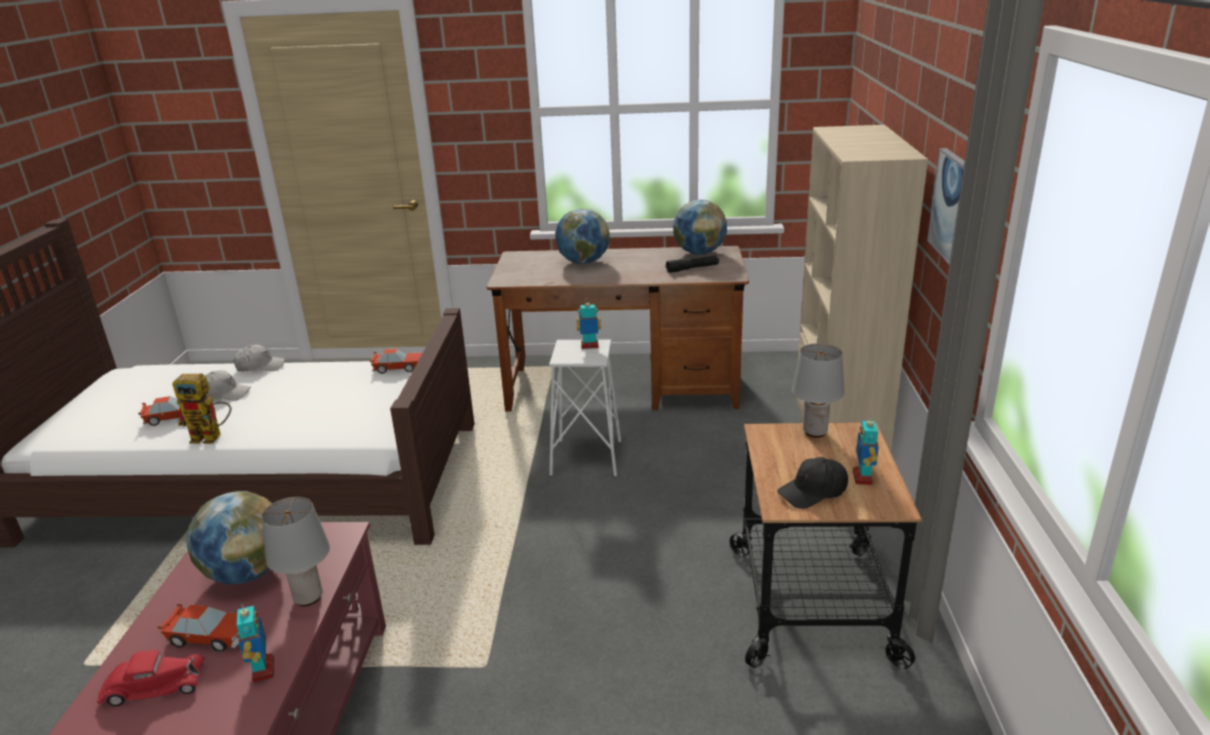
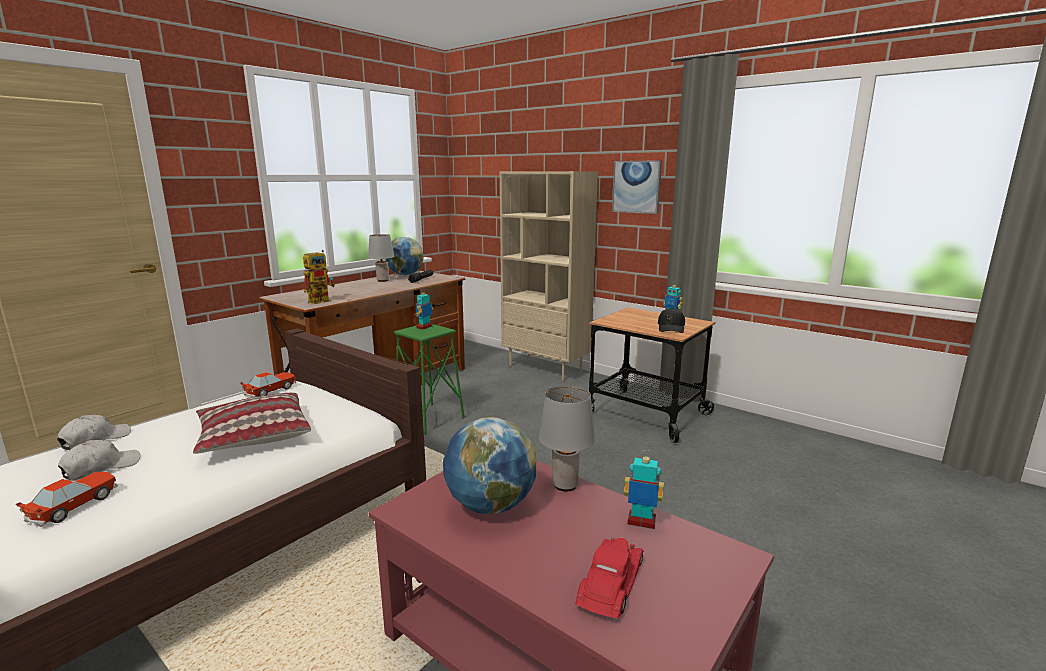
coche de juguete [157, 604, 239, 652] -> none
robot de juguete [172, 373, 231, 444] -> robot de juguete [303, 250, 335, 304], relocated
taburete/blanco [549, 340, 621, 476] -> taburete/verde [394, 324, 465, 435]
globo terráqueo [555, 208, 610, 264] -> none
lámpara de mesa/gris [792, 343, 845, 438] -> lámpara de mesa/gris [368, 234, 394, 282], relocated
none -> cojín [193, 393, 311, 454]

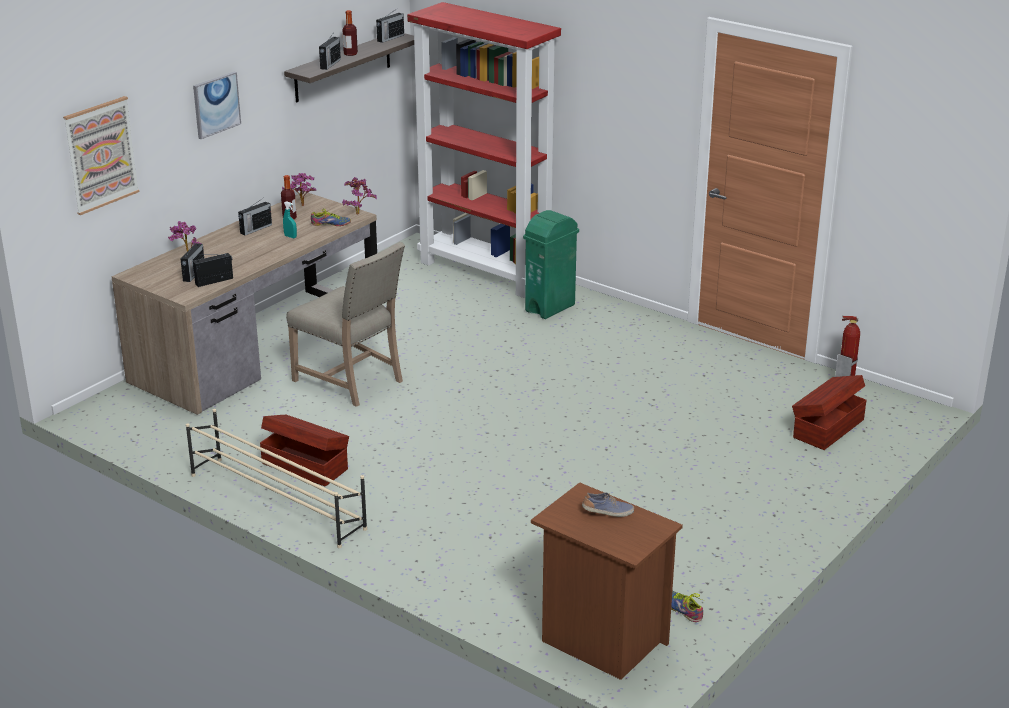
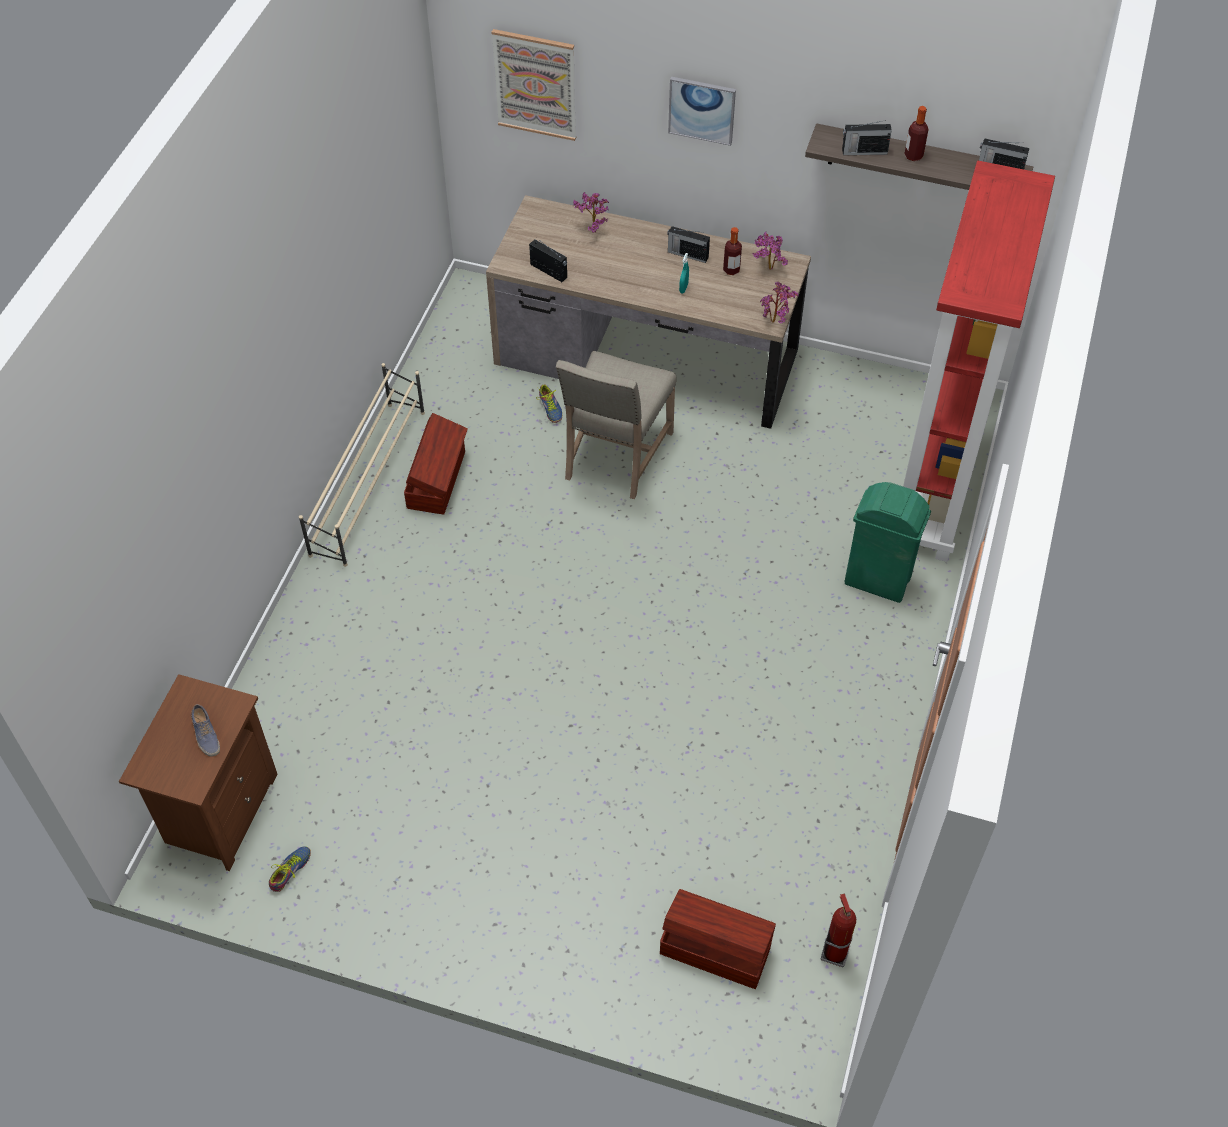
radio [180, 239, 204, 282] -> none
zapato [311, 209, 351, 226] -> zapato [536, 385, 562, 423], relocated

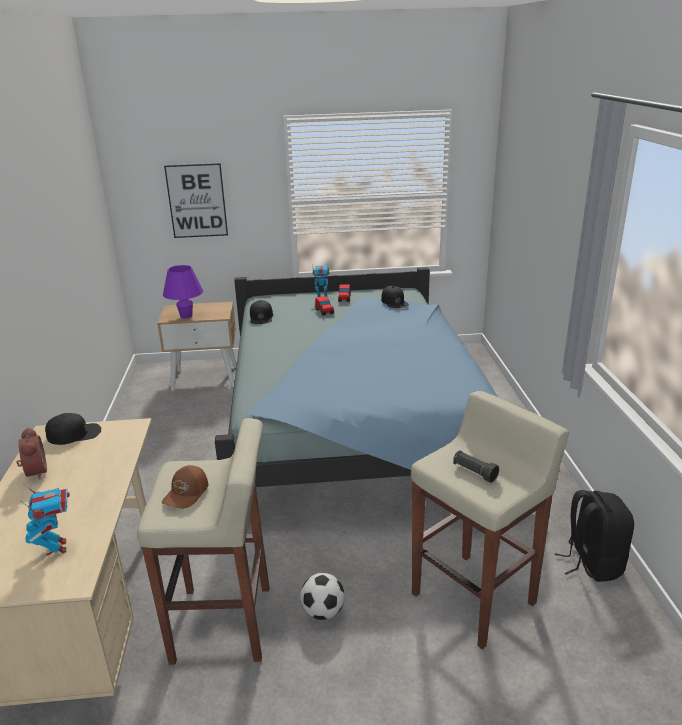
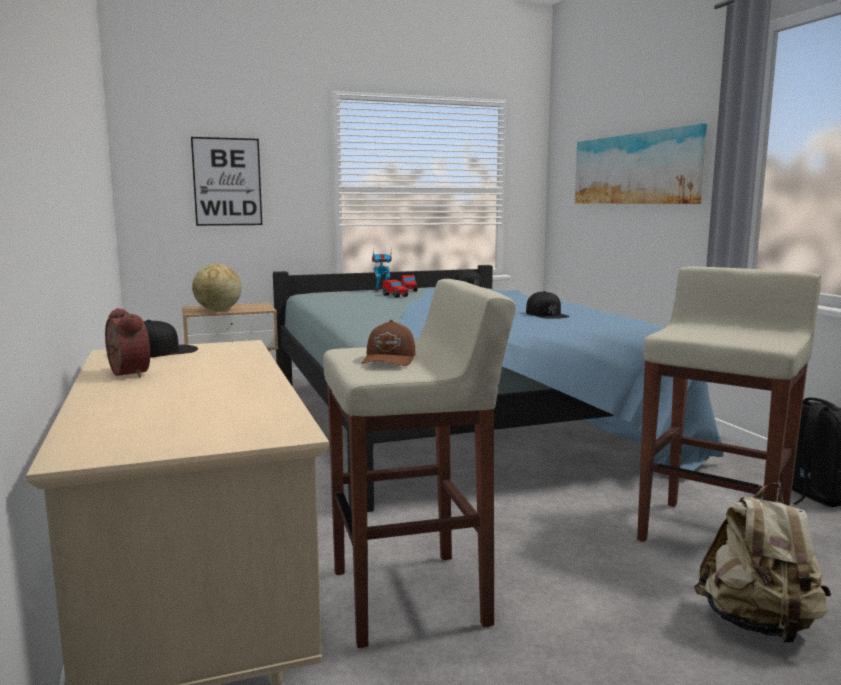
robot de juguete [21, 483, 70, 555] -> none
lámpara de mesa/morado [163, 265, 203, 319] -> globo terráqueo [192, 264, 242, 311]
gorra/negro [250, 300, 273, 324] -> gorra/negro [526, 291, 569, 319], relocated
balón de fútbol [300, 573, 345, 620] -> none
linterna/negro [453, 451, 499, 483] -> none
none -> cuadro [575, 123, 707, 204]
none -> mochila/beis [694, 483, 831, 643]

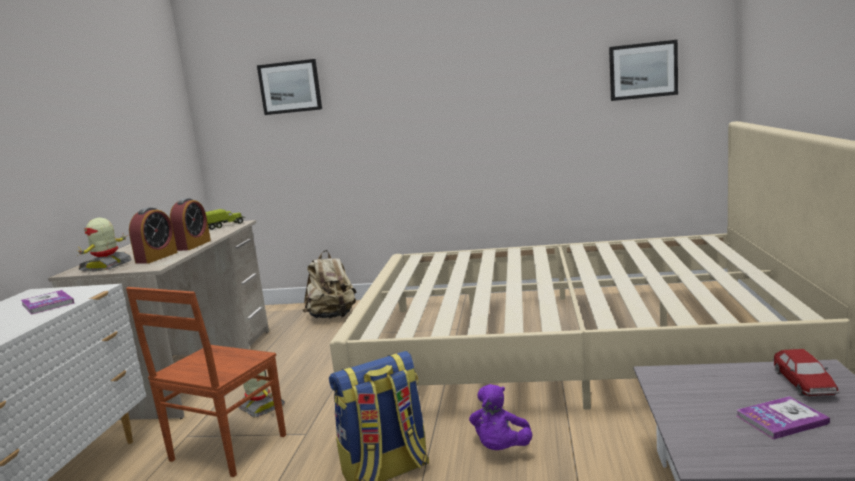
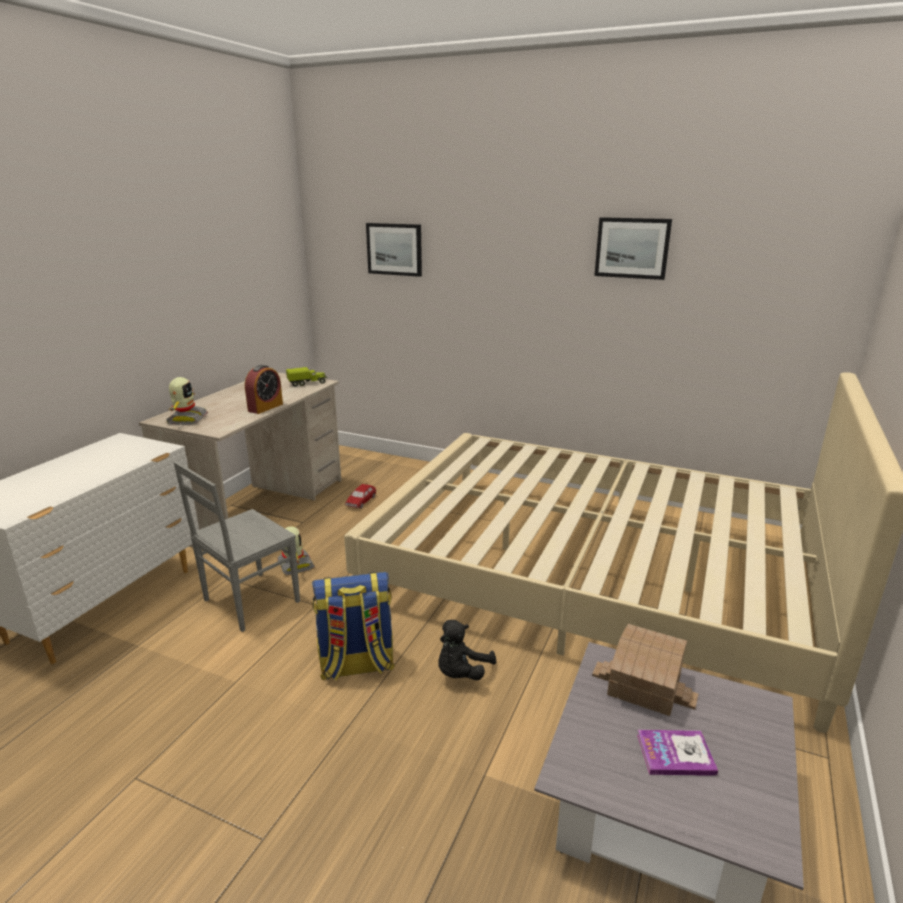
libro [21, 290, 74, 315] -> none
robot de juguete [77, 218, 132, 271] -> robot de juguete [166, 377, 208, 425], 150 degrees clockwise
silla/marrón [126, 287, 286, 477] -> silla/gris [173, 461, 300, 632]
despertador [129, 207, 178, 264] -> none
mochila/beis [303, 250, 357, 318] -> none
peluche/morado [469, 384, 532, 450] -> peluche/negro [438, 620, 496, 680]
cuadro [609, 40, 678, 101] -> cuadro [594, 217, 672, 280], relocated
coche de juguete [772, 347, 840, 396] -> coche de juguete [345, 484, 377, 508], relocated
none -> casita [592, 624, 699, 716]

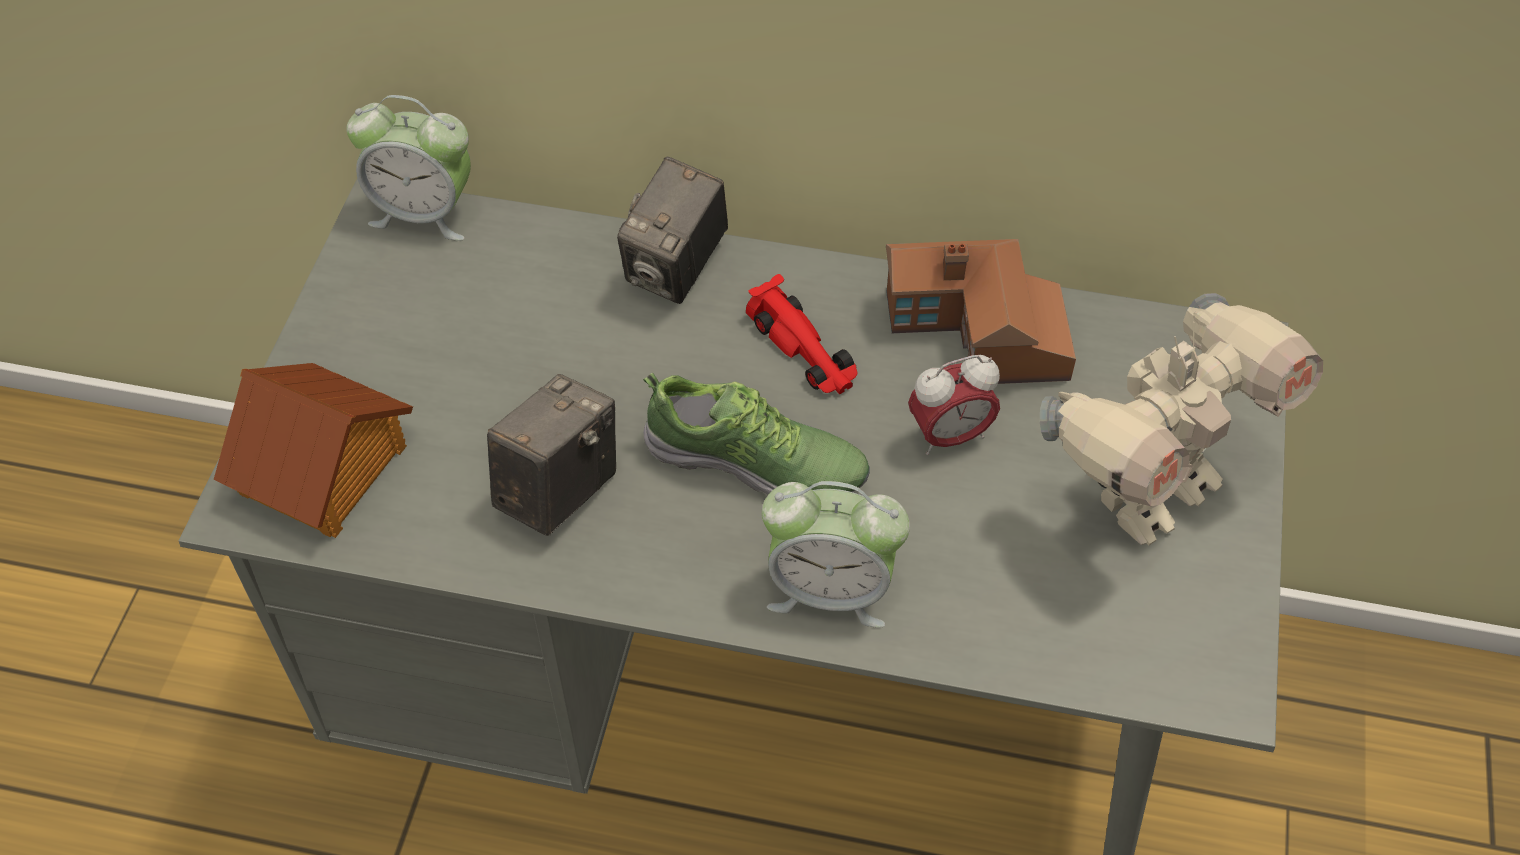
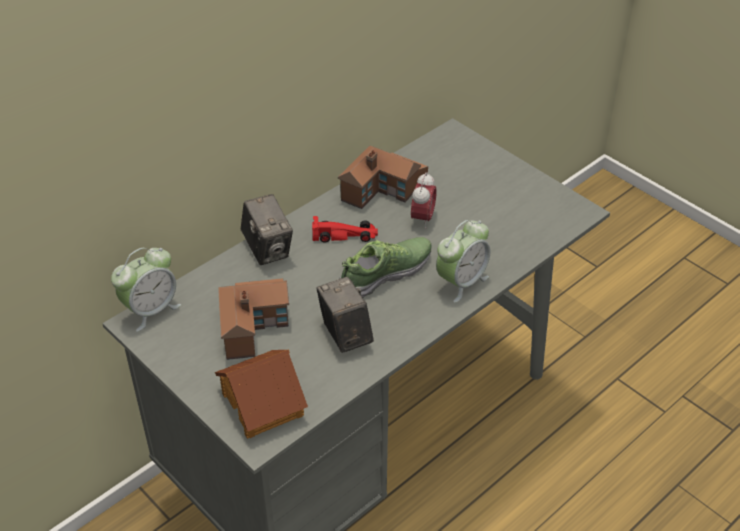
robot de juguete [1040, 293, 1323, 545] -> none
none -> casita [218, 278, 289, 360]

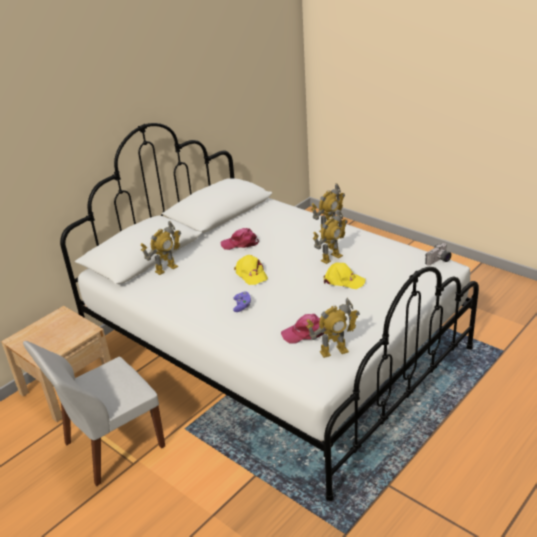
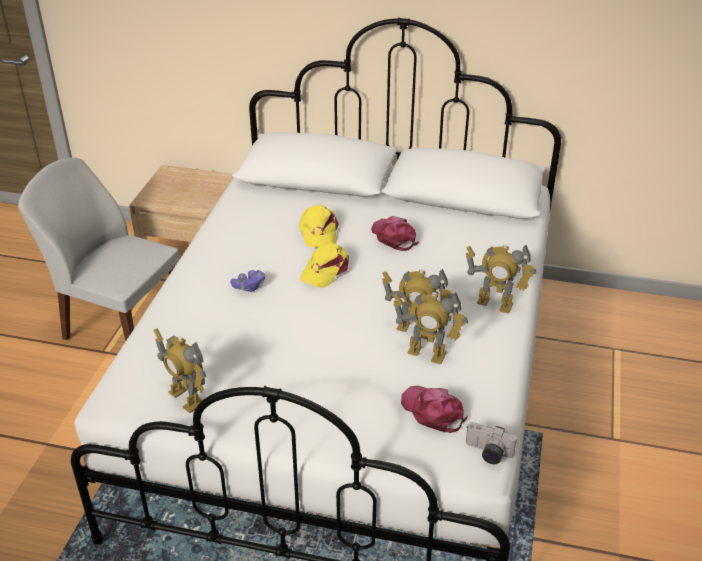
robot de juguete [141, 221, 181, 275] -> robot de juguete [393, 292, 468, 364], relocated
gorra/rosa [281, 314, 327, 343] -> gorra/rosa [401, 385, 468, 433], relocated
gorra/amarillo [324, 262, 366, 289] -> gorra/amarillo [299, 205, 339, 247], relocated

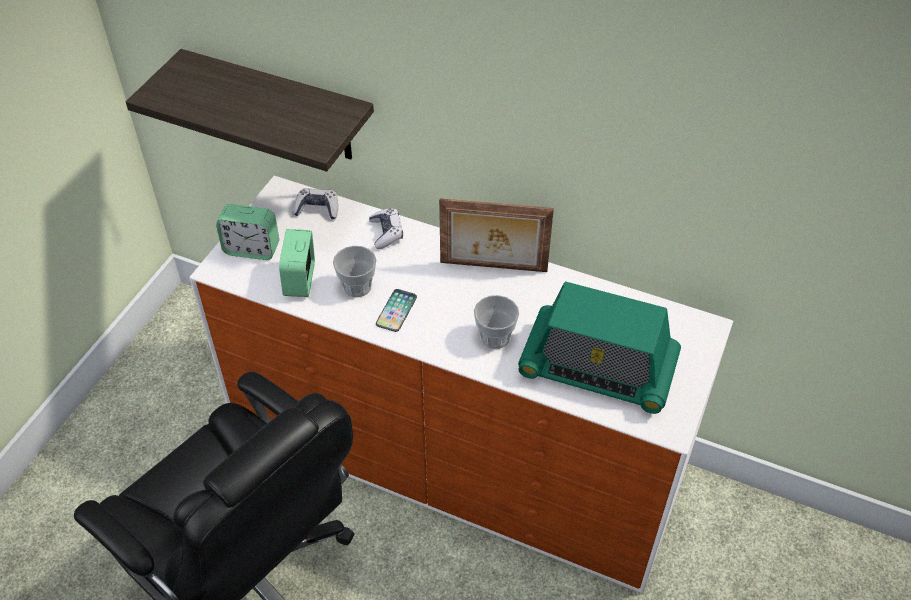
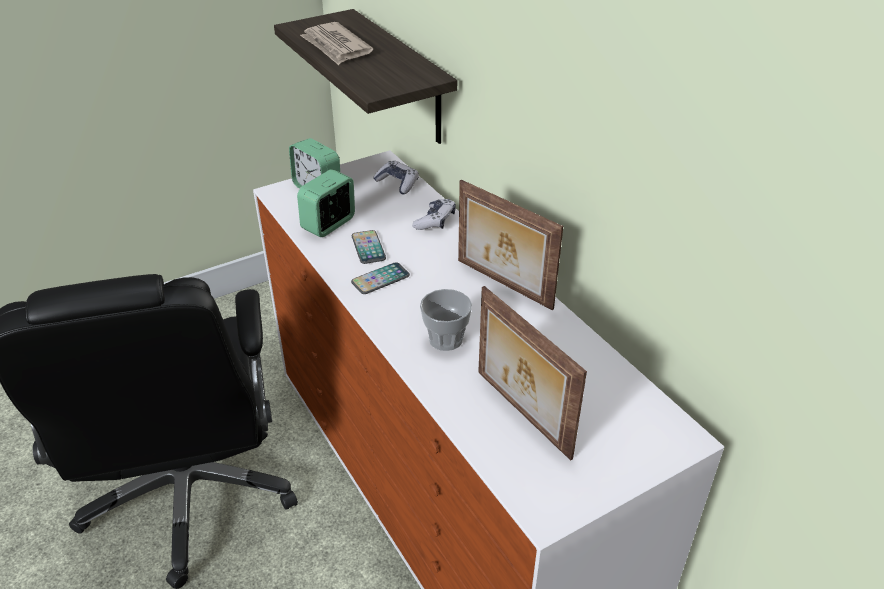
taza [333, 246, 376, 297] -> móvil [352, 230, 386, 264]
radio [518, 281, 681, 414] -> portarretratos [478, 286, 587, 461]
none -> periódico [300, 22, 373, 65]

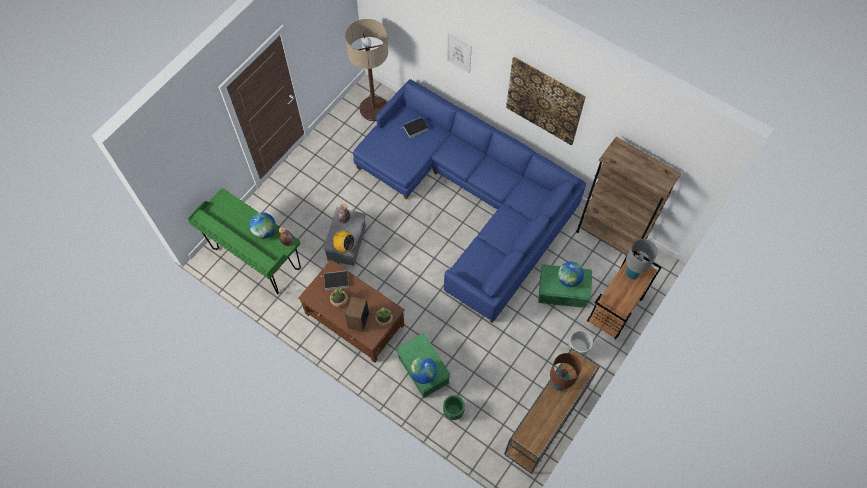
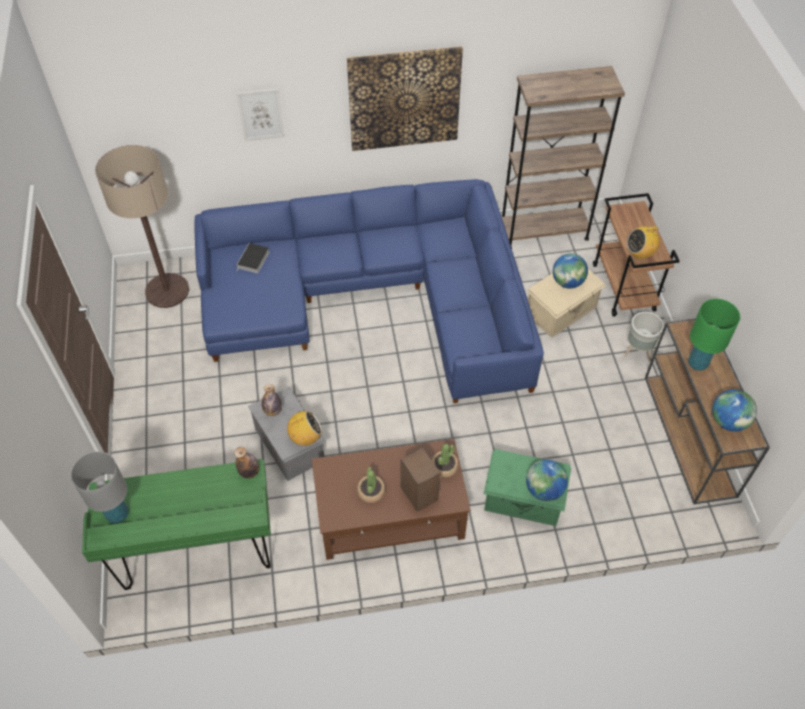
globo terráqueo [249, 212, 276, 239] -> globo terráqueo [712, 389, 757, 432], relocated
libro [320, 271, 349, 290] -> none
maceta/verde [443, 395, 465, 420] -> none
caja de almacenaje/verde [538, 264, 592, 308] -> caja de almacenaje/beis [528, 269, 606, 338]
lámpara de mesa/marrón [550, 353, 582, 391] -> lámpara de mesa/verde [688, 299, 740, 371]
lámpara de mesa/gris [626, 239, 658, 279] -> lámpara de mesa/gris [71, 451, 129, 523], relocated
none -> radio [627, 223, 660, 260]

